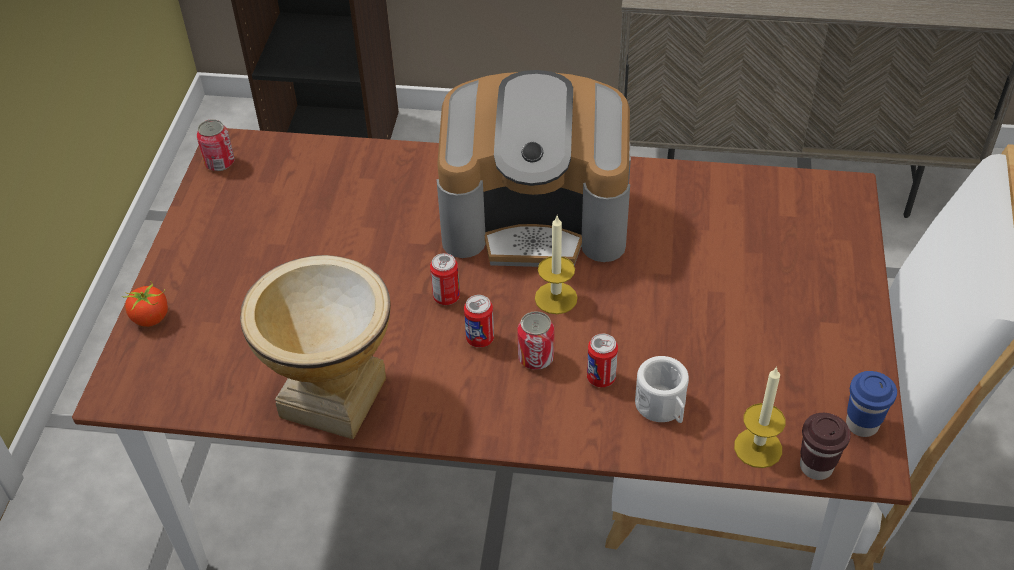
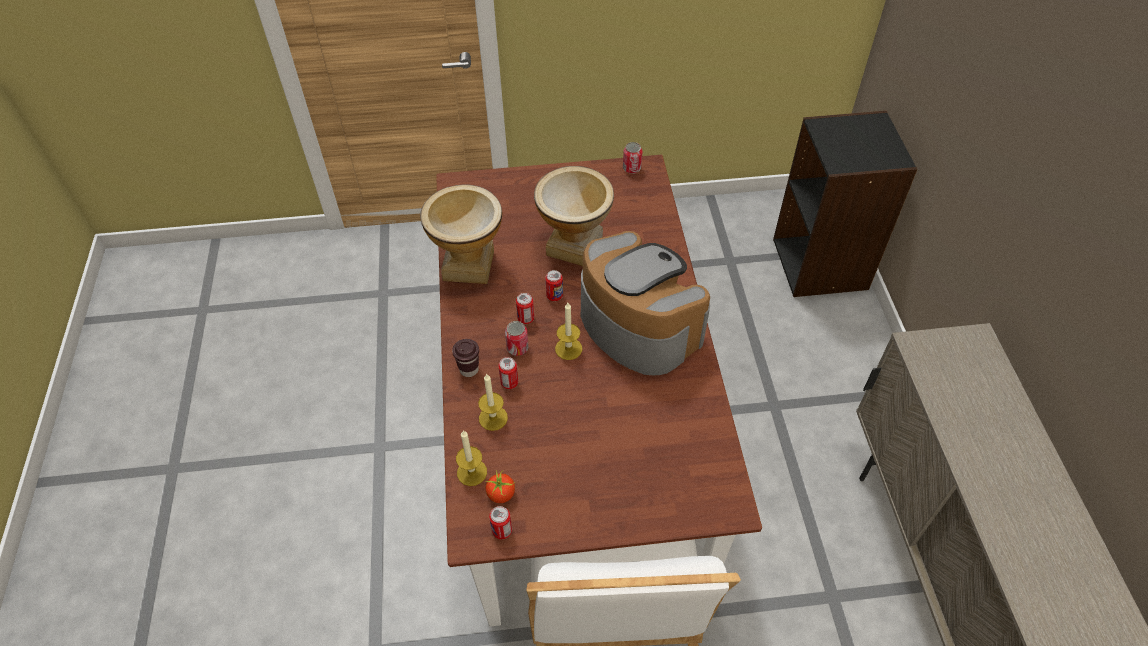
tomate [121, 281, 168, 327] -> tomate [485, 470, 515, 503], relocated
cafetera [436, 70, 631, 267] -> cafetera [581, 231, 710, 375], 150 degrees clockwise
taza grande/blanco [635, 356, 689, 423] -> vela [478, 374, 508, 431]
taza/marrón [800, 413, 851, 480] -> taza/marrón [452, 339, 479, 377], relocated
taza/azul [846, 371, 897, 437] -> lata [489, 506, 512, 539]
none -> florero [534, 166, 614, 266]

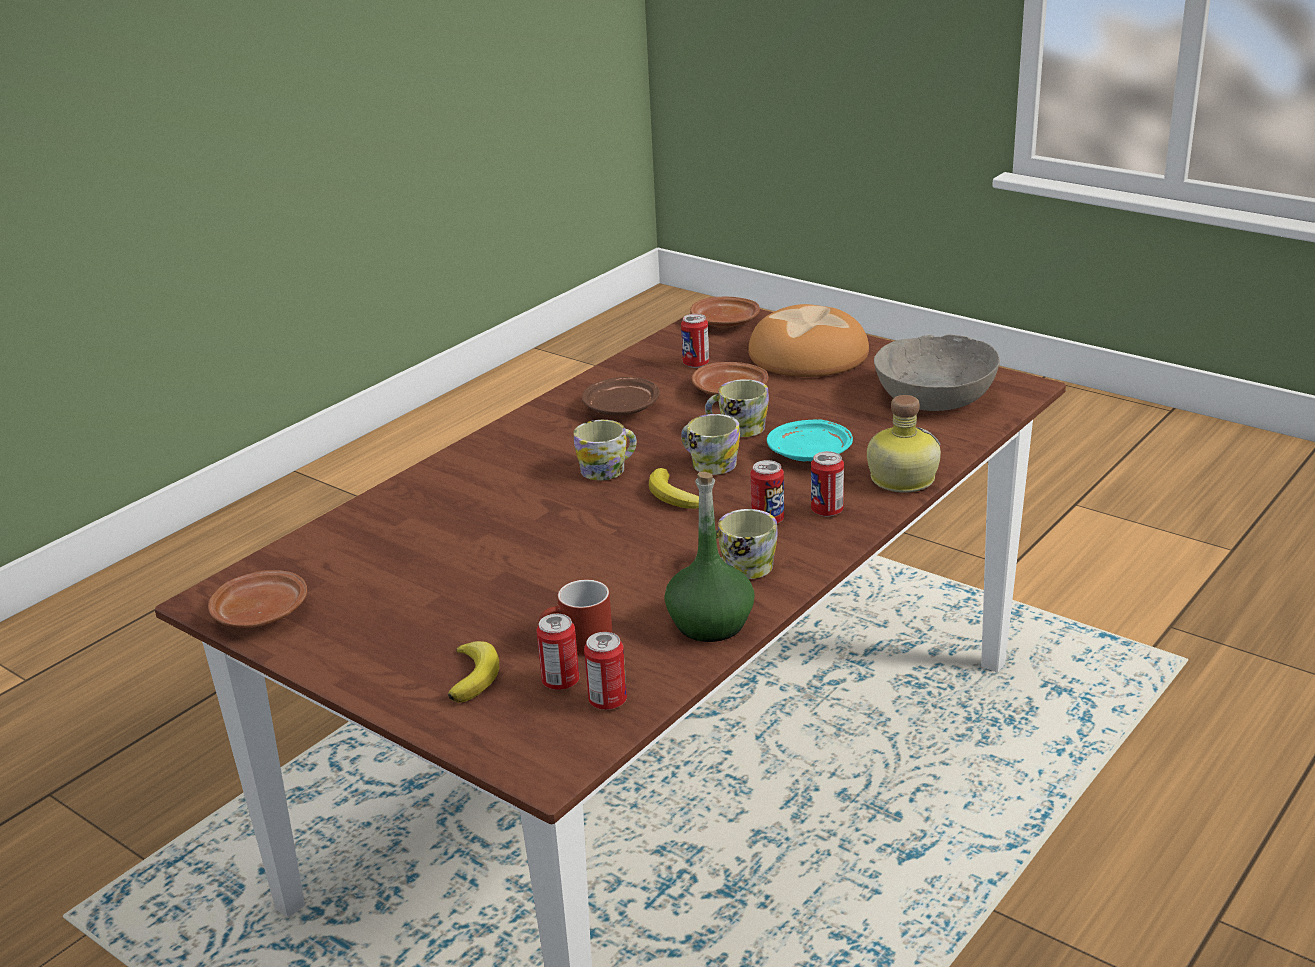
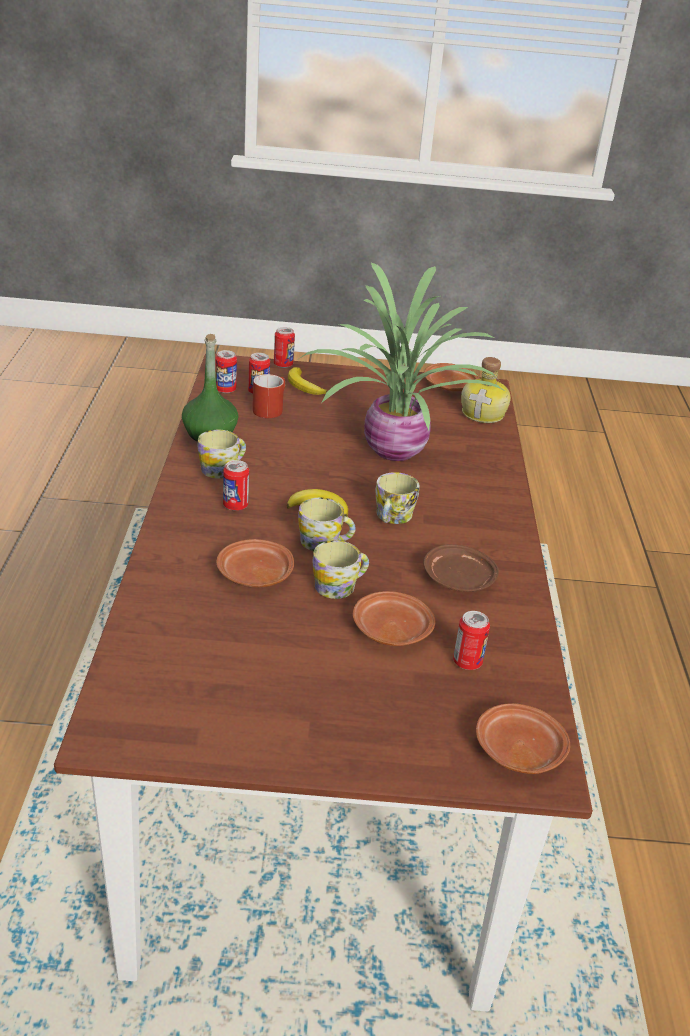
pan [748, 304, 869, 377] -> none
plato/turquesa [767, 420, 853, 462] -> plato/marrón [217, 539, 294, 588]
lata [811, 451, 844, 517] -> lata [274, 327, 295, 368], relocated
botella [867, 395, 941, 493] -> botella [461, 357, 511, 423], relocated
cuenco/gris [874, 334, 1000, 411] -> none
none -> planta en maceta [299, 263, 506, 461]

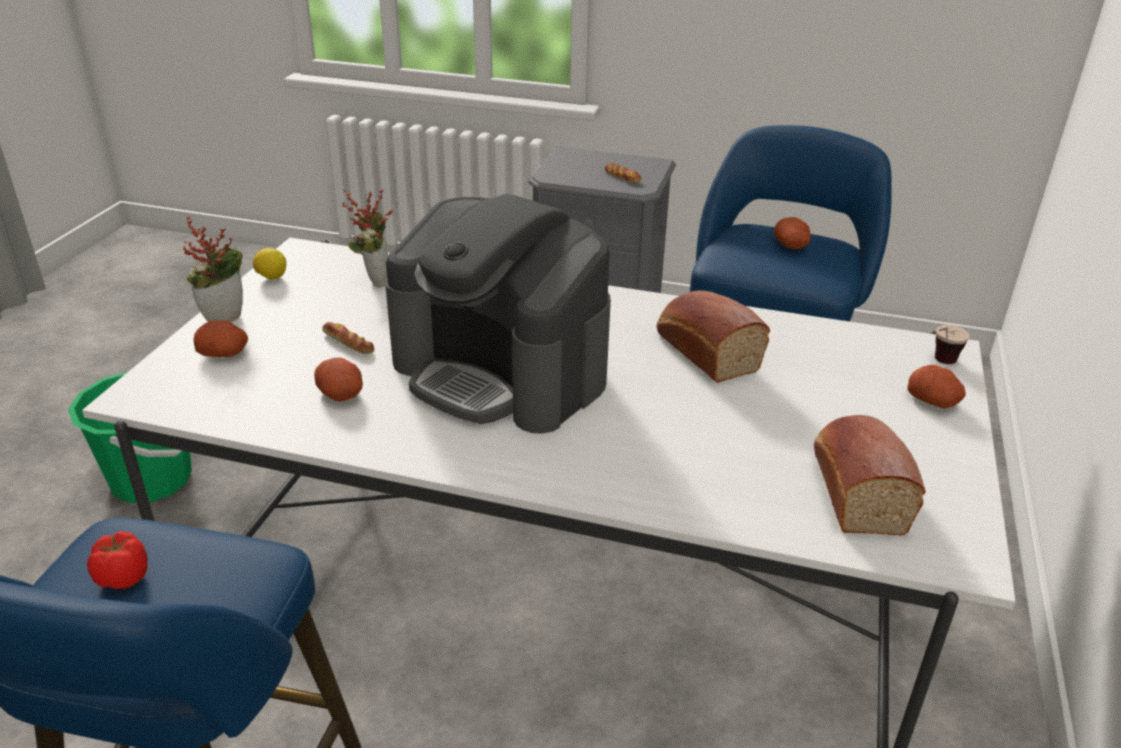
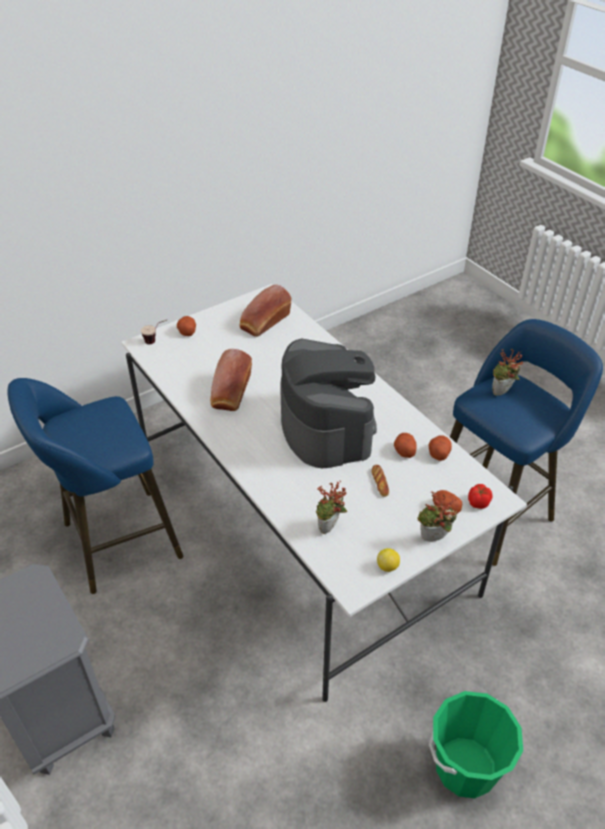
tomate [87, 531, 148, 589] -> tomate [468, 484, 493, 509], relocated
pan [605, 163, 642, 183] -> none
patata [774, 217, 811, 249] -> patata [428, 435, 452, 461], relocated
none -> planta en maceta [492, 348, 523, 396]

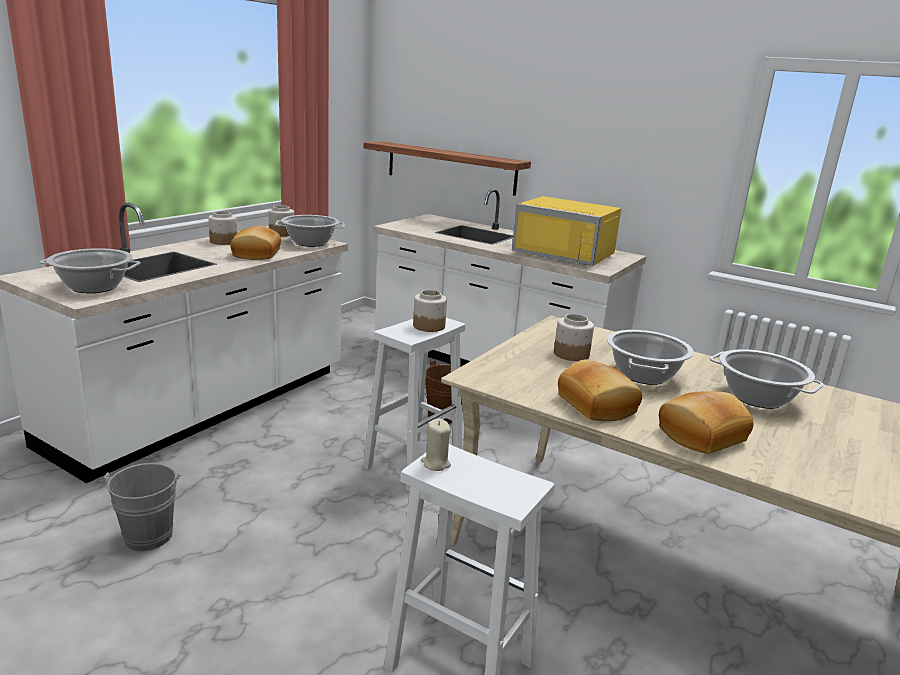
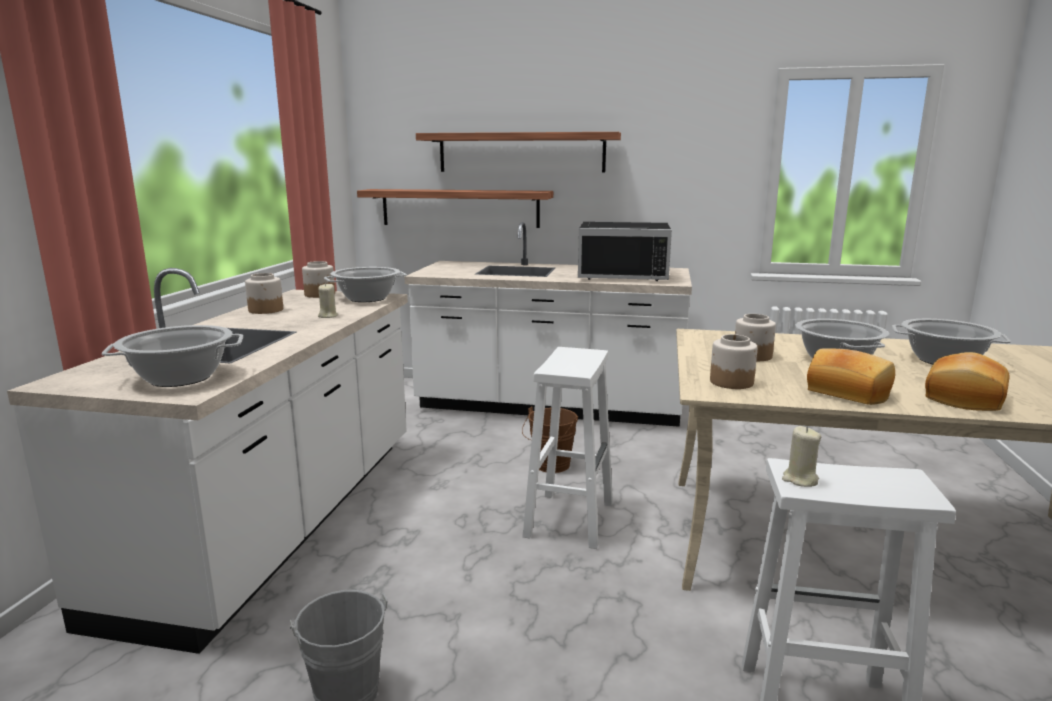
pan [230, 225, 281, 260] -> vela/beis [318, 283, 338, 318]
tarro [413, 290, 447, 332] -> tarro [710, 334, 758, 389], relocated
microondas/amarillo [512, 196, 621, 266] -> microondas/negro [578, 222, 672, 281]
none -> estante [416, 132, 621, 173]

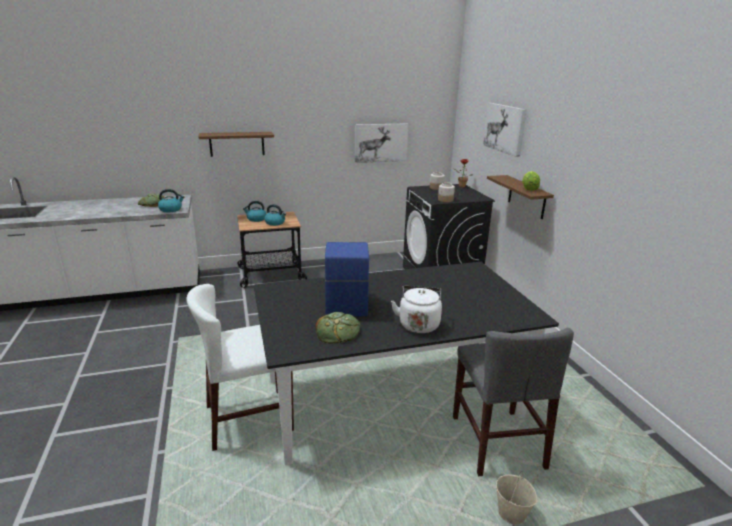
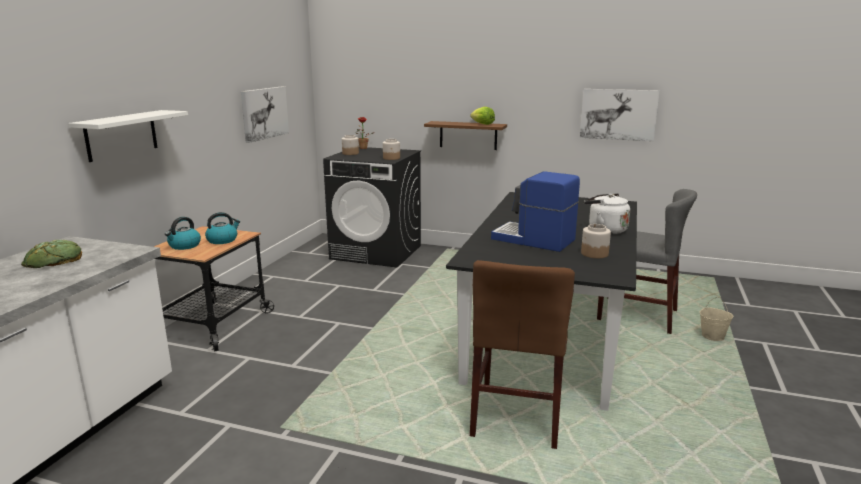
hervidor [158, 189, 184, 212] -> none
silla/blanco [187, 284, 294, 451] -> silla/marrón [470, 260, 575, 449]
estante/marrón [198, 132, 274, 157] -> estante/blanco [68, 110, 188, 162]
pan [315, 312, 360, 344] -> tarro [581, 224, 611, 258]
cuadro [483, 103, 527, 157] -> cuadro [580, 89, 660, 141], relocated

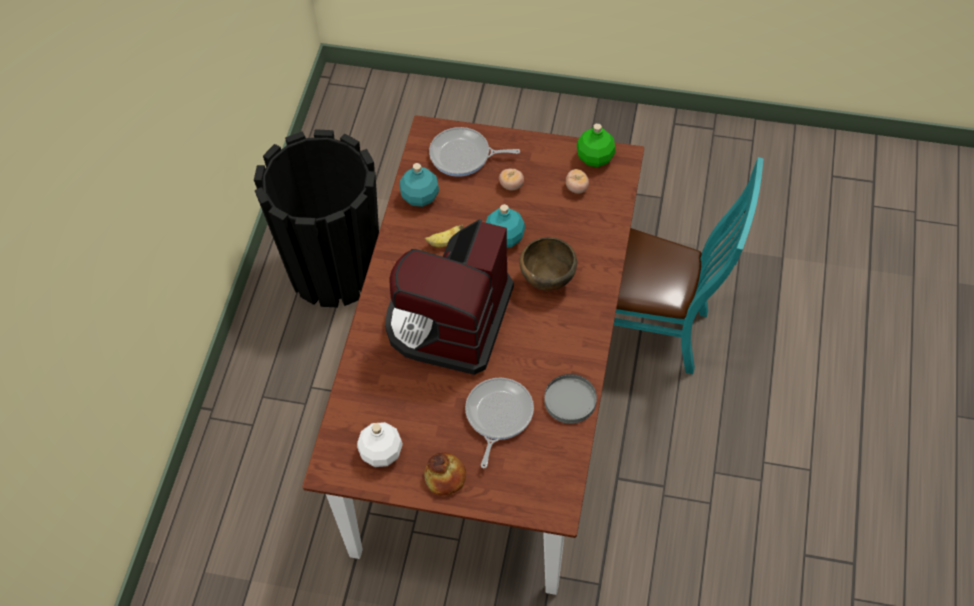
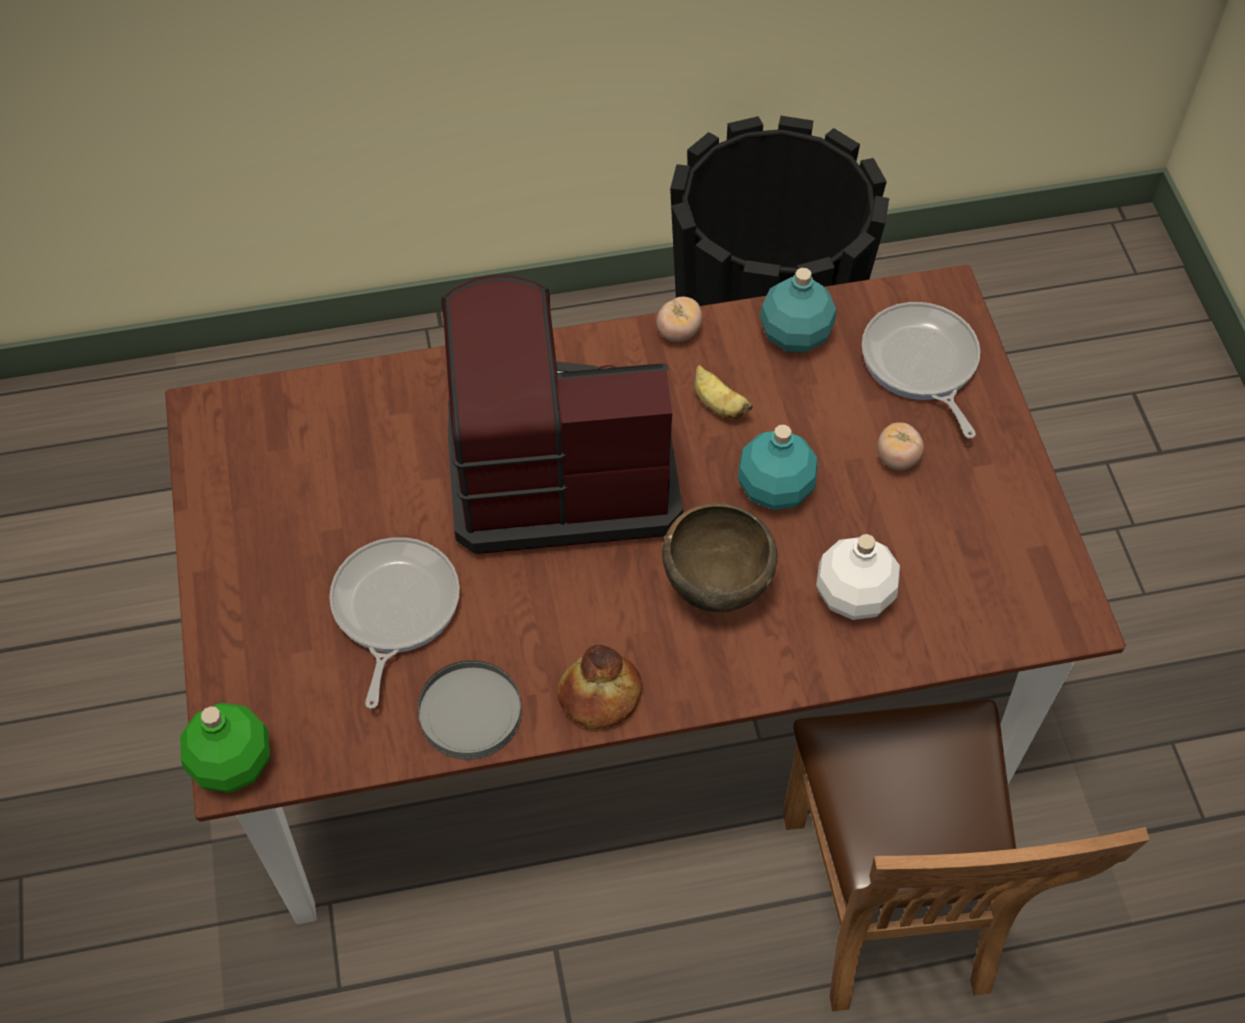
botella/blanco [357, 422, 403, 467] -> botella/blanco [816, 534, 900, 620], relocated
pan [424, 453, 466, 496] -> pan [557, 645, 642, 729], relocated
sartén [465, 378, 534, 468] -> sartén [329, 537, 460, 709], 75 degrees counterclockwise
tomate [566, 169, 589, 194] -> tomate [657, 297, 702, 342], relocated
botella/verde [577, 123, 616, 167] -> botella/verde [180, 703, 270, 793], relocated
silla/turquesa [614, 157, 764, 374] -> silla/marrón [783, 700, 1149, 1011]

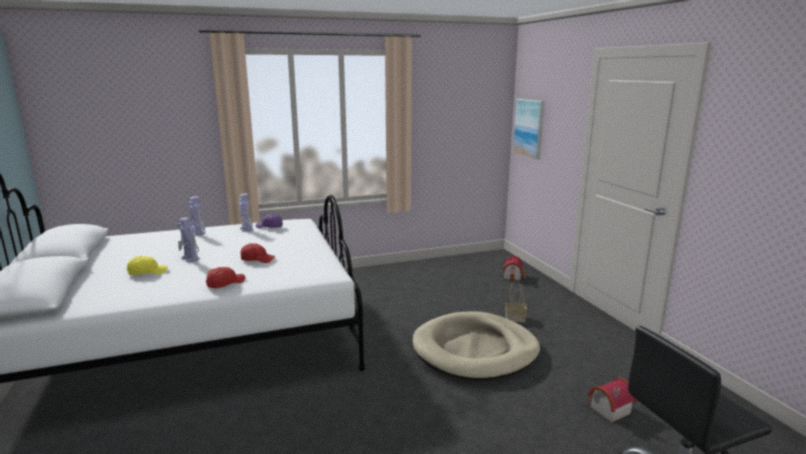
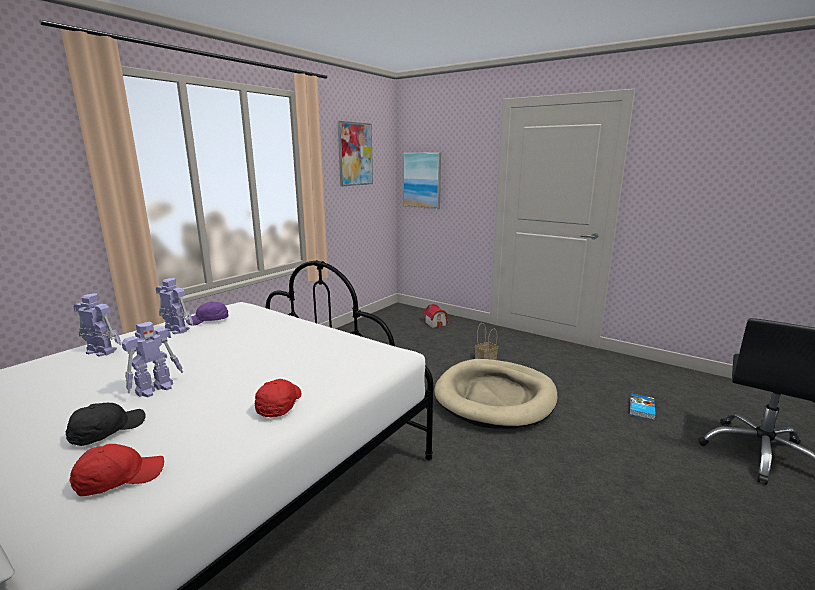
gorra/amarillo [127, 256, 168, 275] -> gorra/negro [66, 403, 145, 446]
robot de juguete [178, 217, 200, 262] -> robot de juguete [122, 322, 183, 397], 60 degrees counterclockwise
gorra/rojo [240, 243, 275, 263] -> gorra/rojo [69, 444, 164, 496], relocated
casita [588, 377, 637, 422] -> libro [630, 393, 656, 420]
none -> cuadro [338, 121, 373, 186]

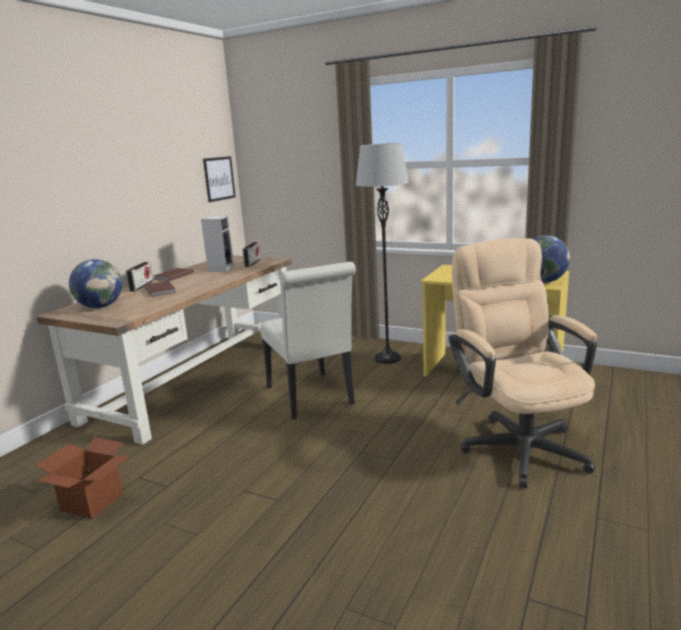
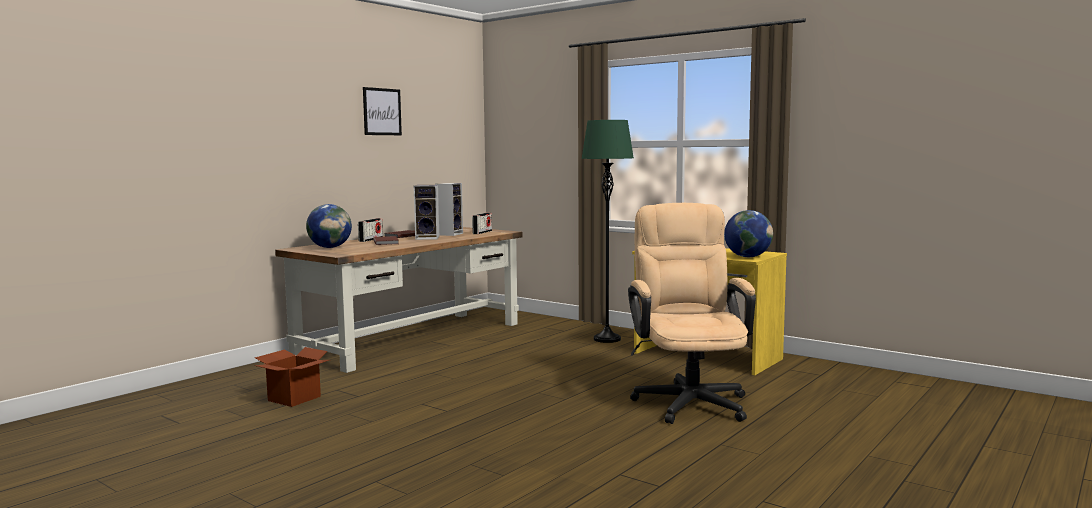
cuadro [203, 156, 236, 202] -> cuadro [363, 87, 402, 135], relocated
silla/blanco [260, 262, 356, 420] -> none
lámpara de pie/gris [356, 143, 409, 364] -> lámpara de pie/verde [581, 120, 634, 343]
none -> altavoz [414, 185, 439, 240]

